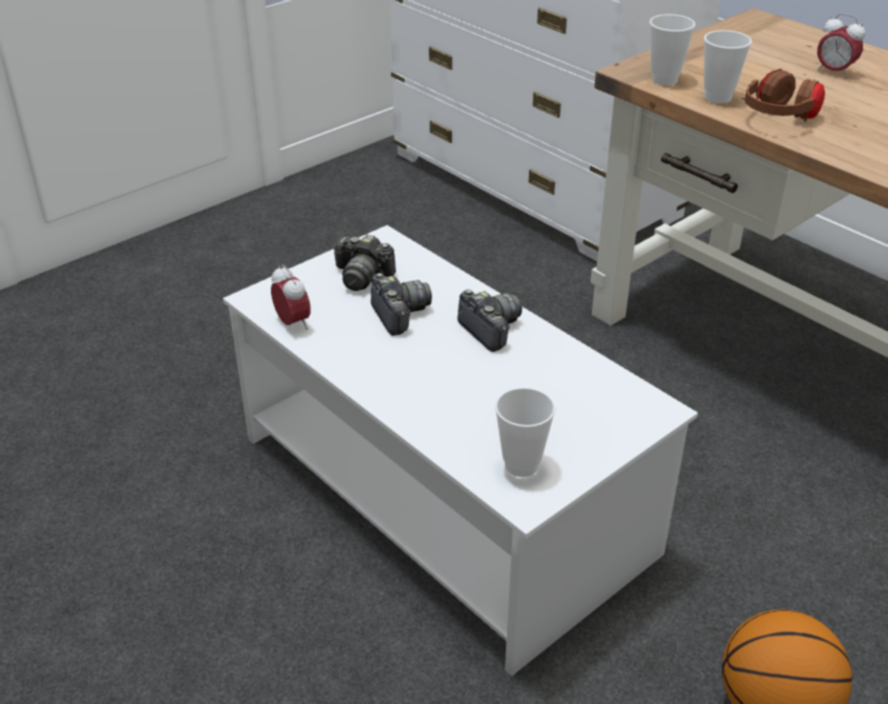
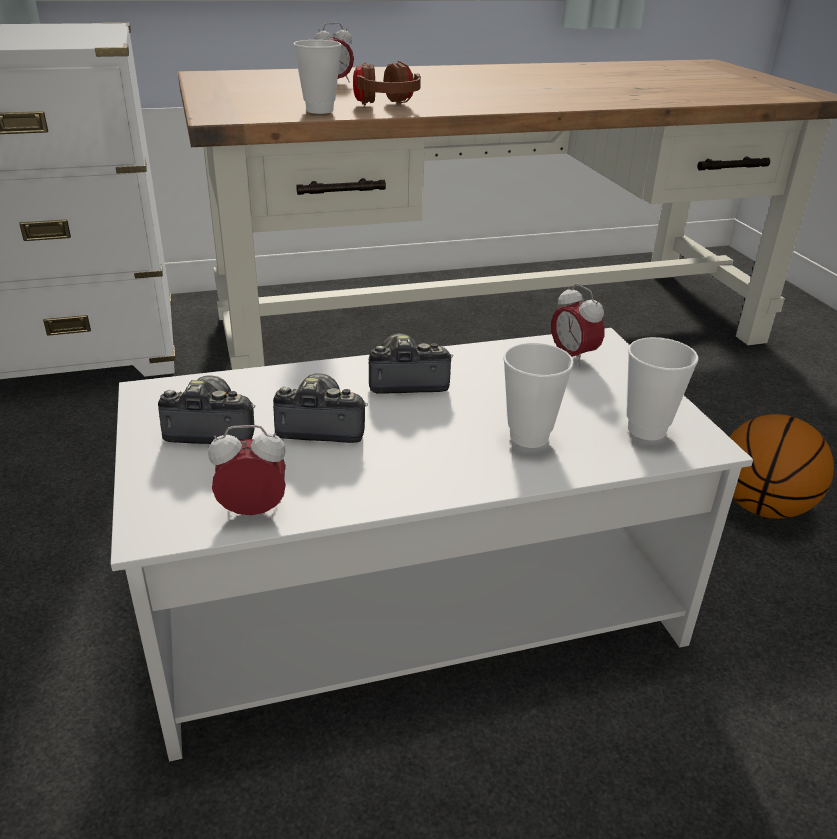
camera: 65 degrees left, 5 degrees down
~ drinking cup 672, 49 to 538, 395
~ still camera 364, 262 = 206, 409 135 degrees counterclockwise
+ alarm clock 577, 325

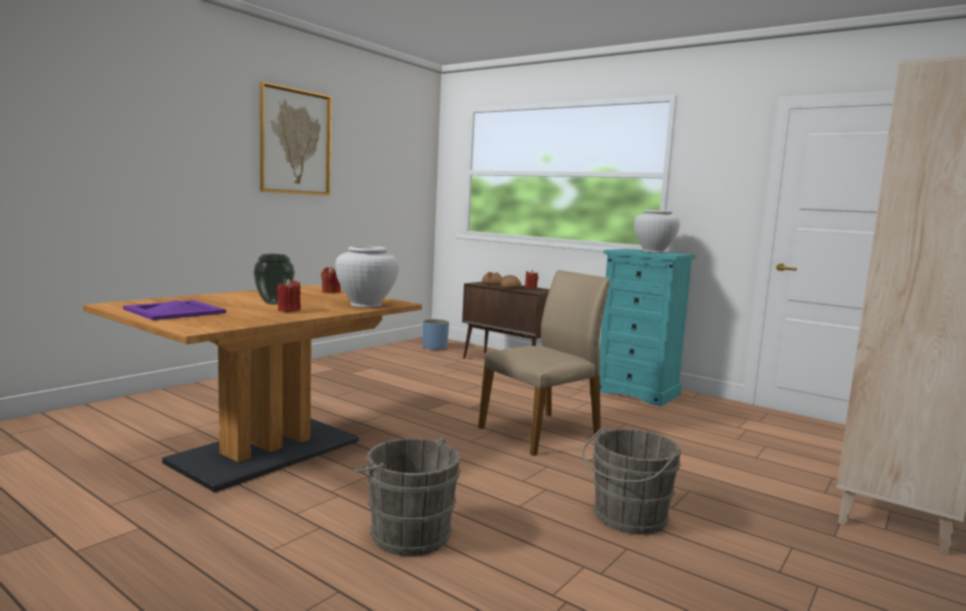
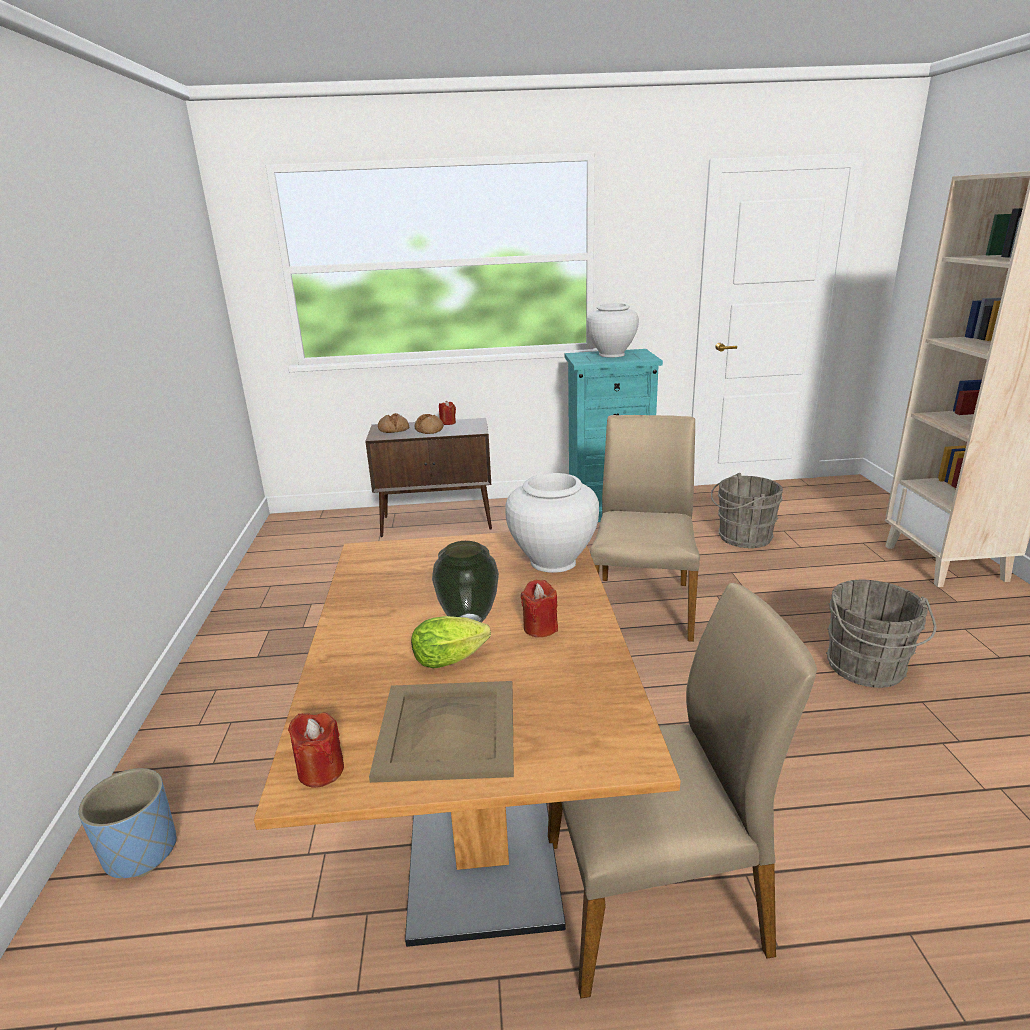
camera: 40 degrees left, 15 degrees up
- wall art 295, 139
~ wax candle in red 331, 279 to 316, 750
~ serving tray in purplish 174, 310 to serving tray in beige 441, 732
~ planter in blue 436, 335 to 127, 823
~ bucket in grey 407, 497 to 747, 510
+ upright chair in beige 682, 791
+ lettuce head 451, 642

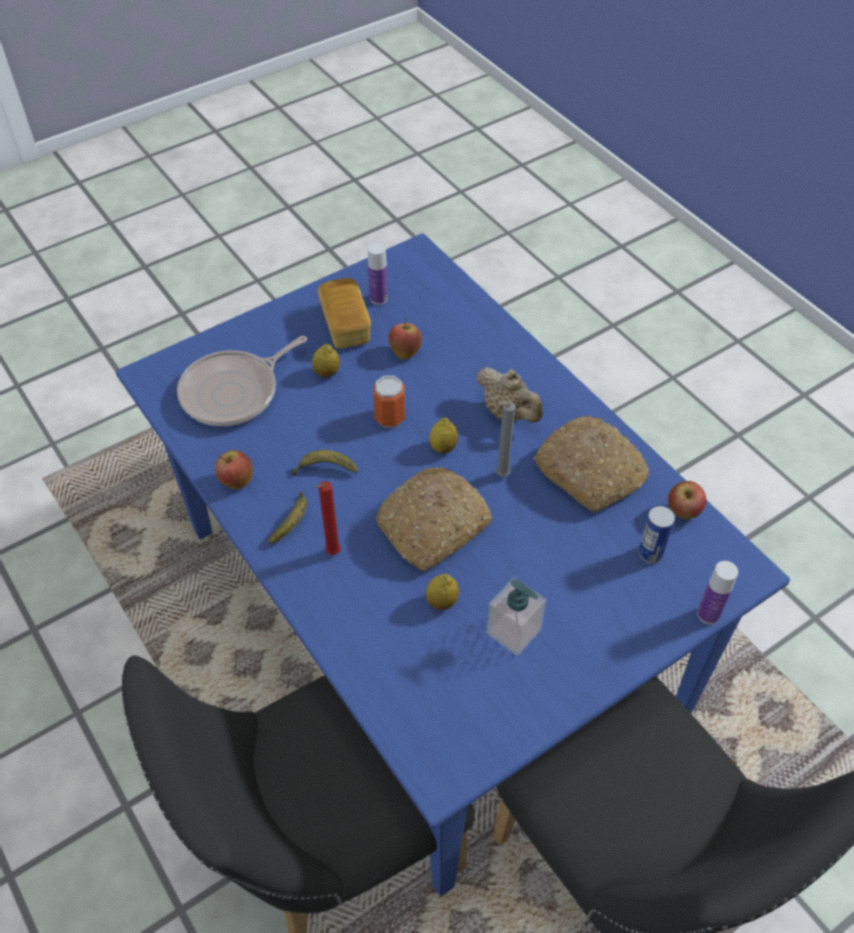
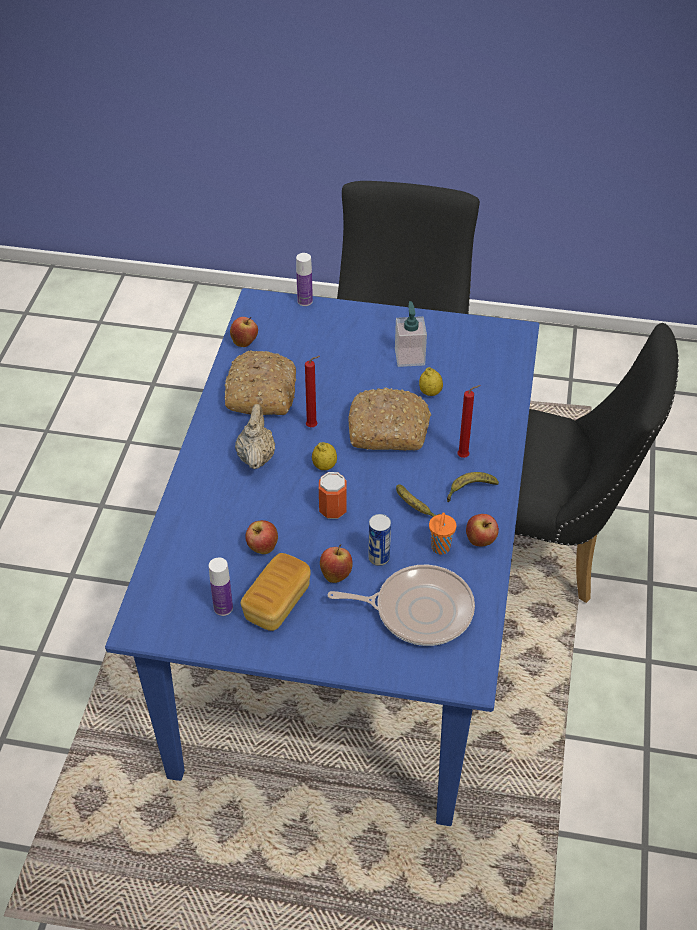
camera: 135 degrees left, 5 degrees down
~ whole lemon 326, 360 to apple 336, 563
~ wax candle in grey 505, 439 to wax candle in red 312, 391
~ sealed can 656, 535 to 379, 540
+ drinking cup in orange-coloured 442, 533

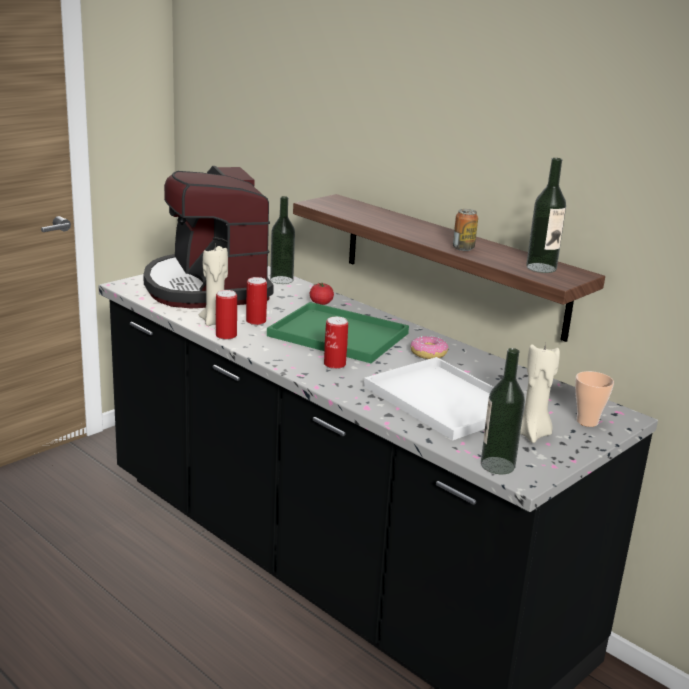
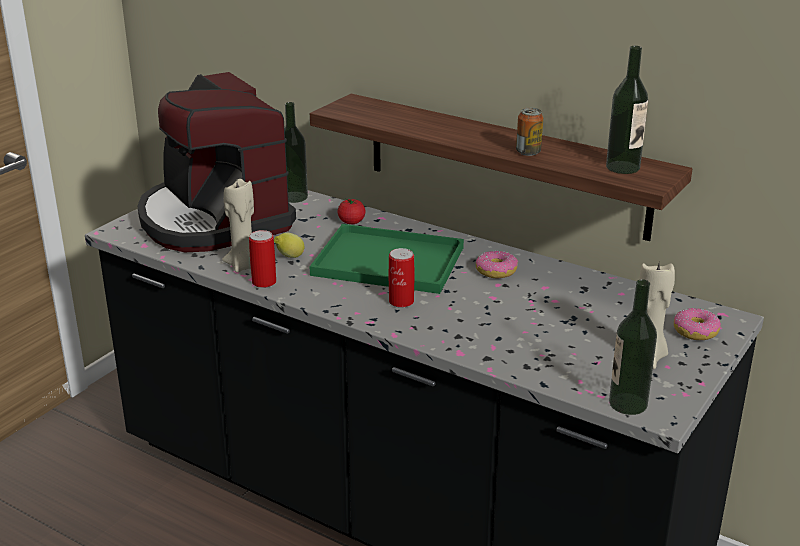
camera: 10 degrees left, 5 degrees up
~ sealed can 256, 301 to whole lemon 289, 245
- serving tray in white-coloured 444, 398
~ drinking cup 594, 399 to donut 697, 324

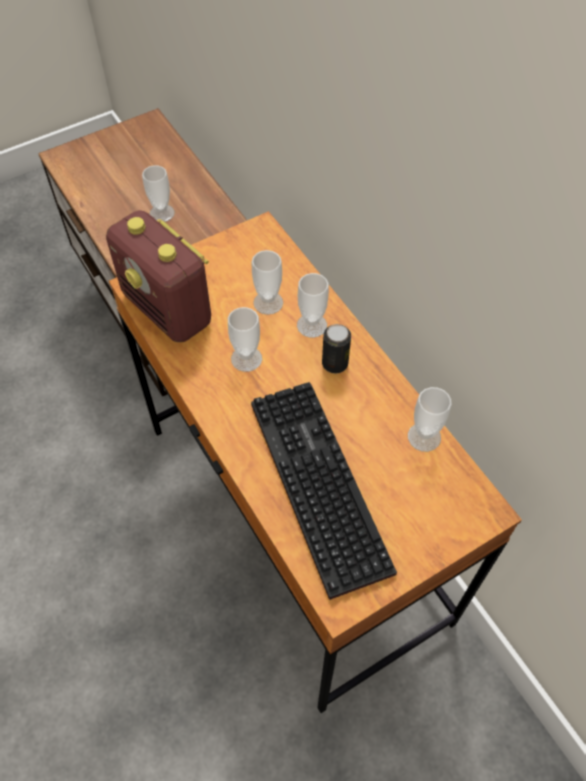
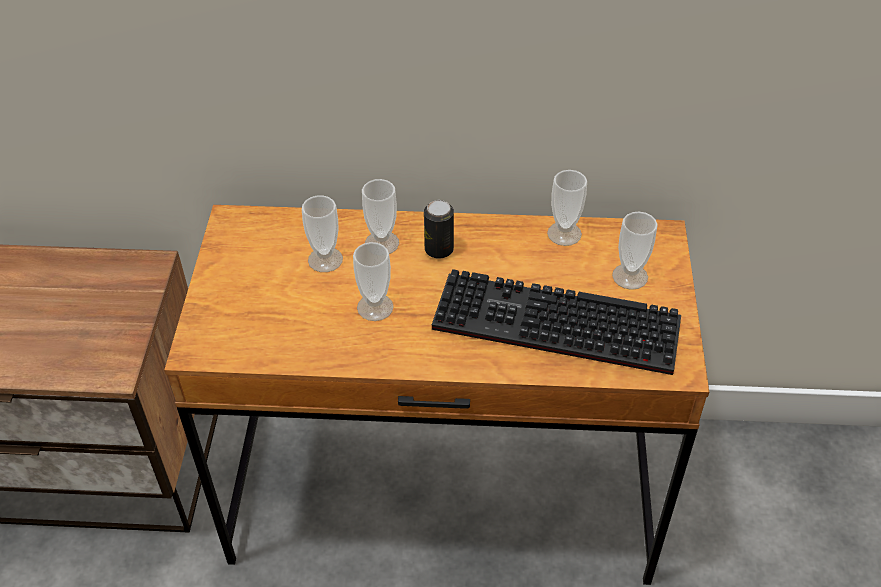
camera: 55 degrees left, 10 degrees down
~ drinking cup 158, 193 to 635, 251
- radio receiver 158, 276

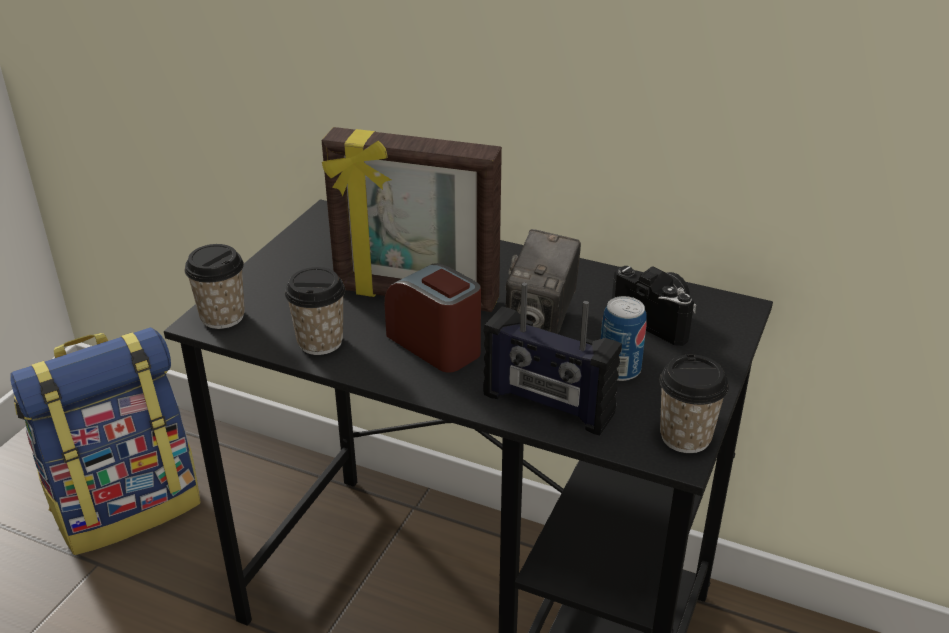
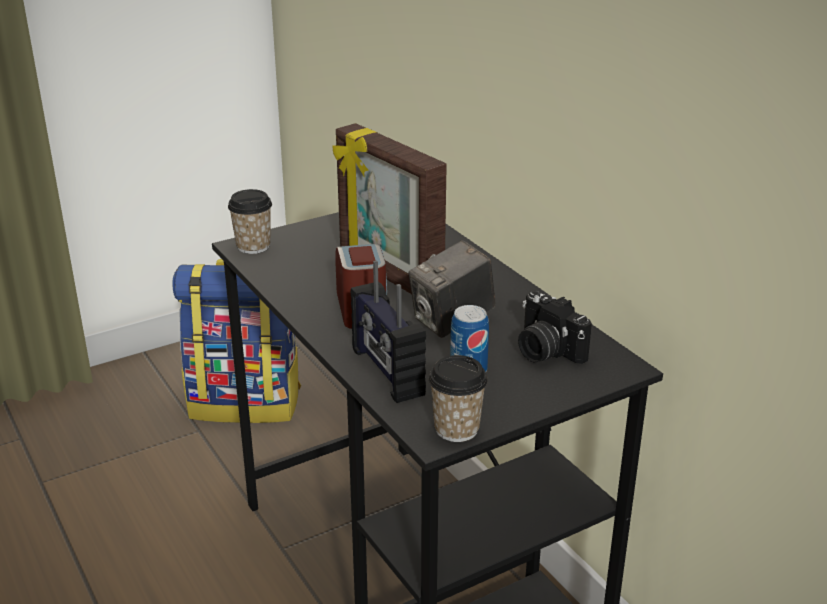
camera: 35 degrees right, 5 degrees down
~ still camera 654, 306 = 555, 327 150 degrees clockwise
- drinking cup 315, 311

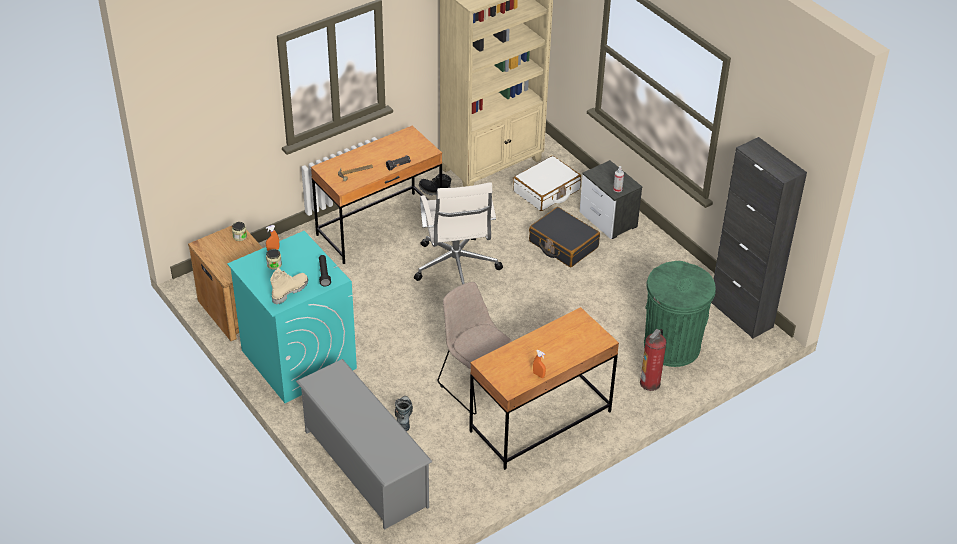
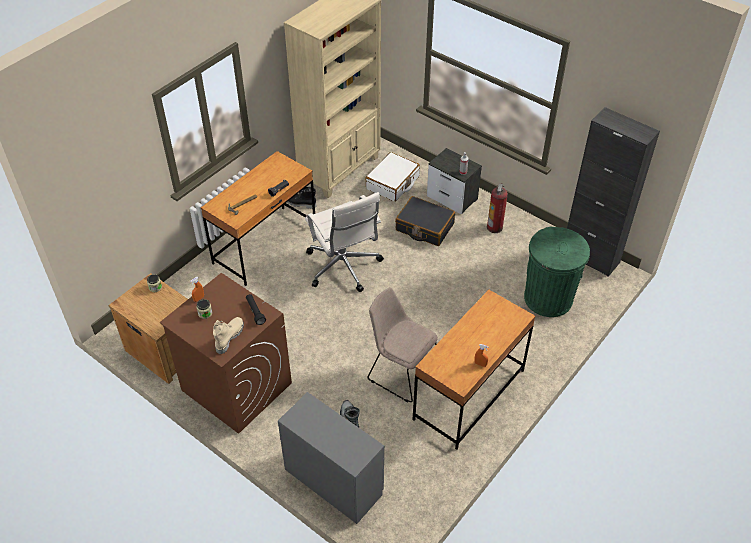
camera: 15 degrees left, 5 degrees up
~ laundry machine in turquoise-coloured 292, 317 to laundry machine in brownish 226, 353
~ extinguisher 653, 360 to 497, 208
~ shoe stand in grey 364, 444 to chest of drawers in grey 331, 458

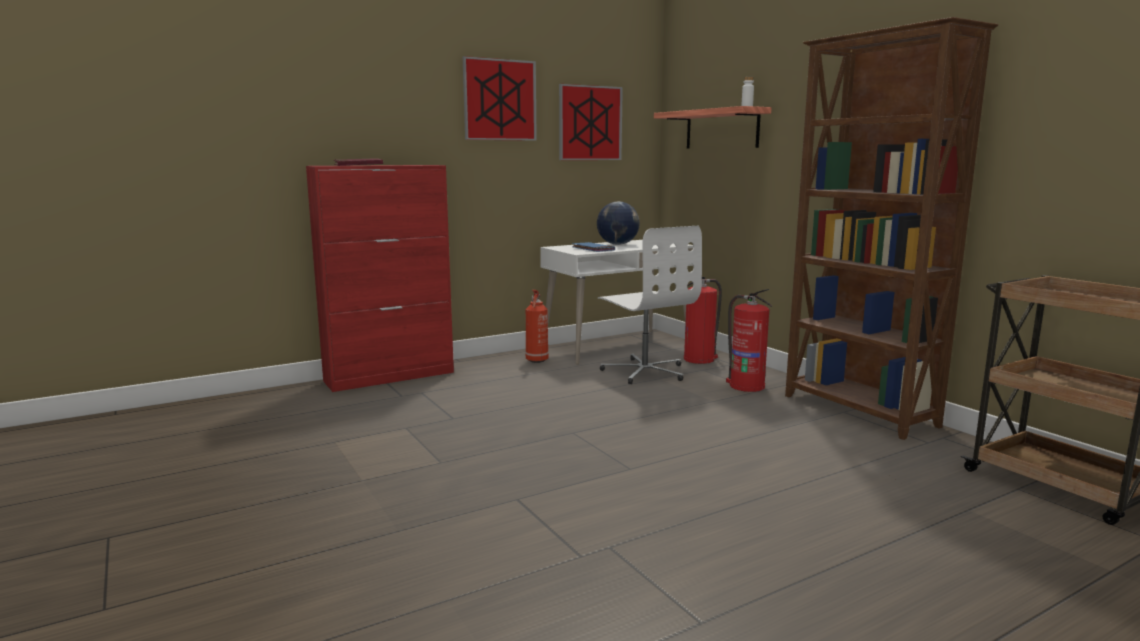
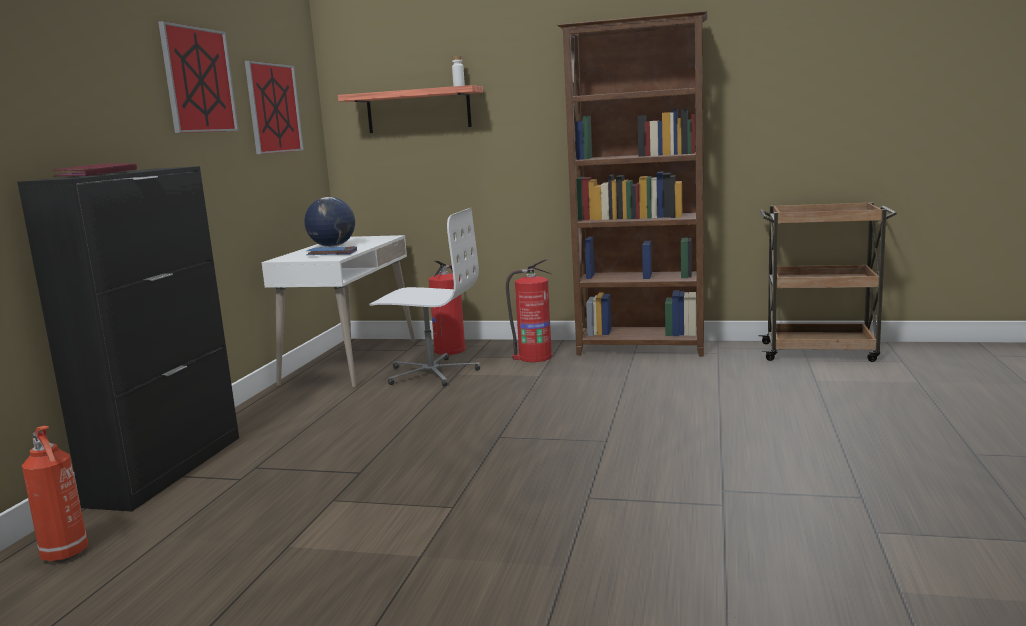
camera: 45 degrees left, 0 degrees up
~ cupboard in red 380, 278 to cupboard in blackish 128, 339
~ extinguisher 537, 326 to 55, 494

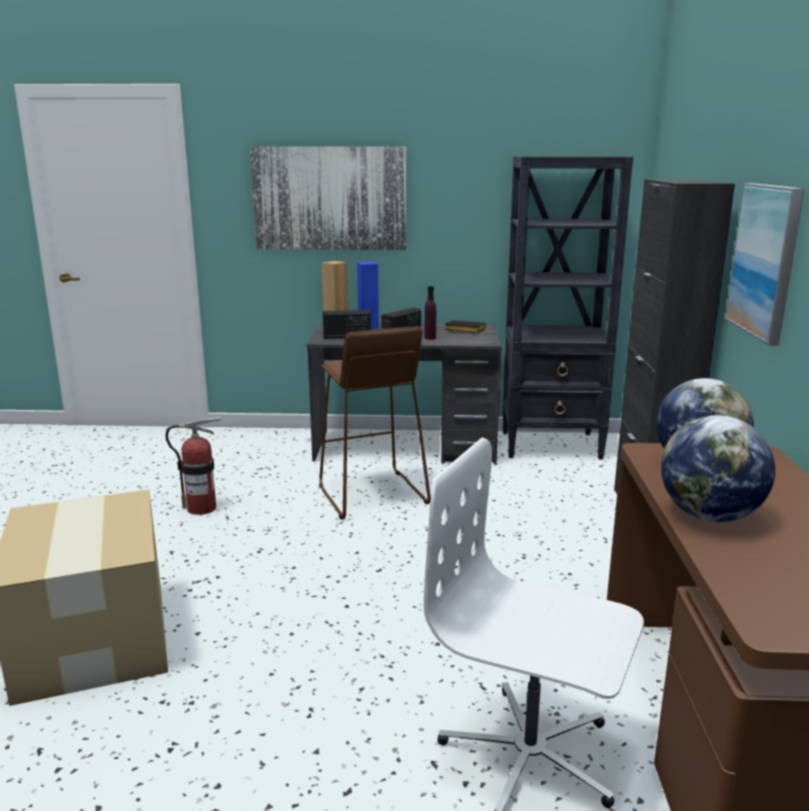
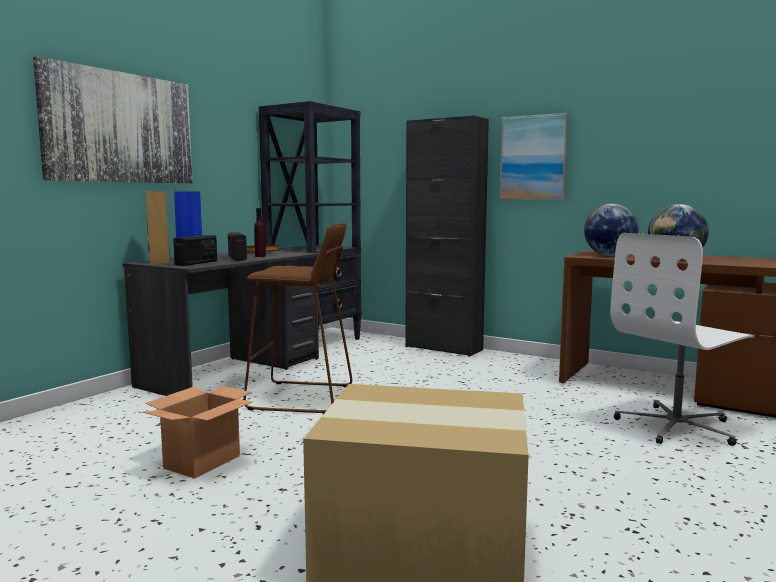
camera: 60 degrees left, 10 degrees down
~ extinguisher 193, 466 to packing box 197, 432

